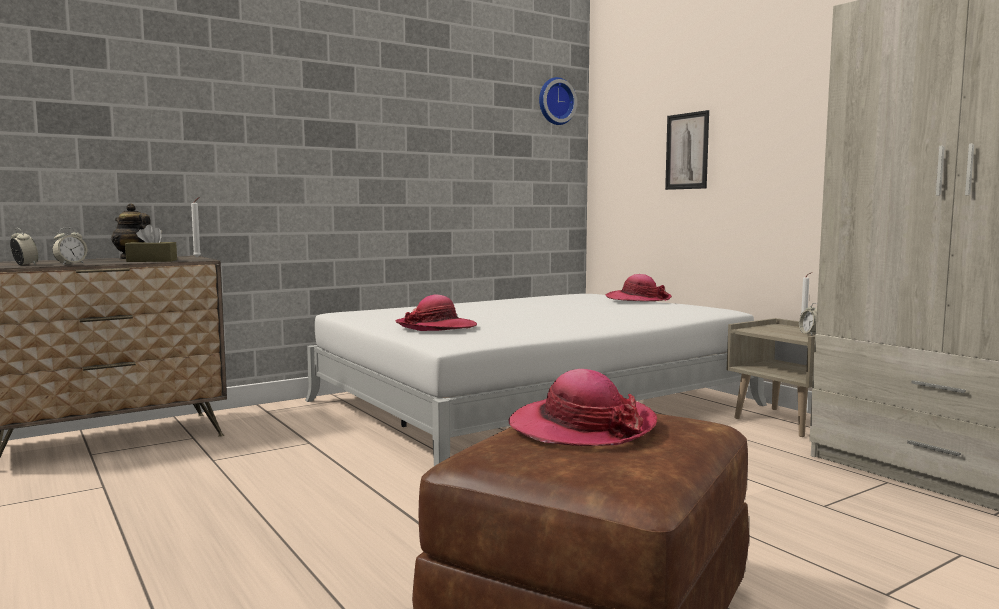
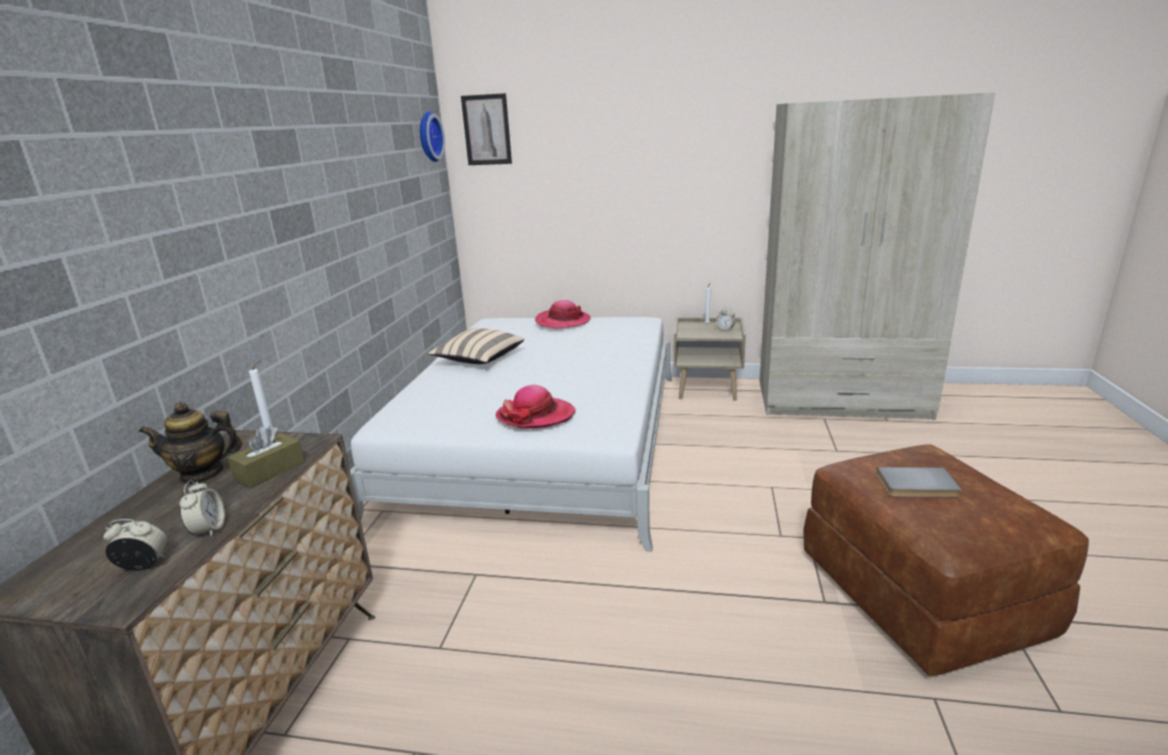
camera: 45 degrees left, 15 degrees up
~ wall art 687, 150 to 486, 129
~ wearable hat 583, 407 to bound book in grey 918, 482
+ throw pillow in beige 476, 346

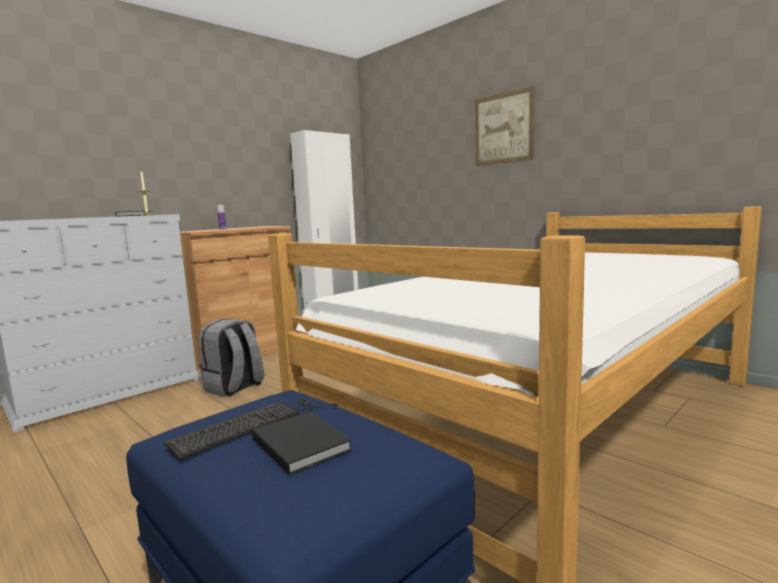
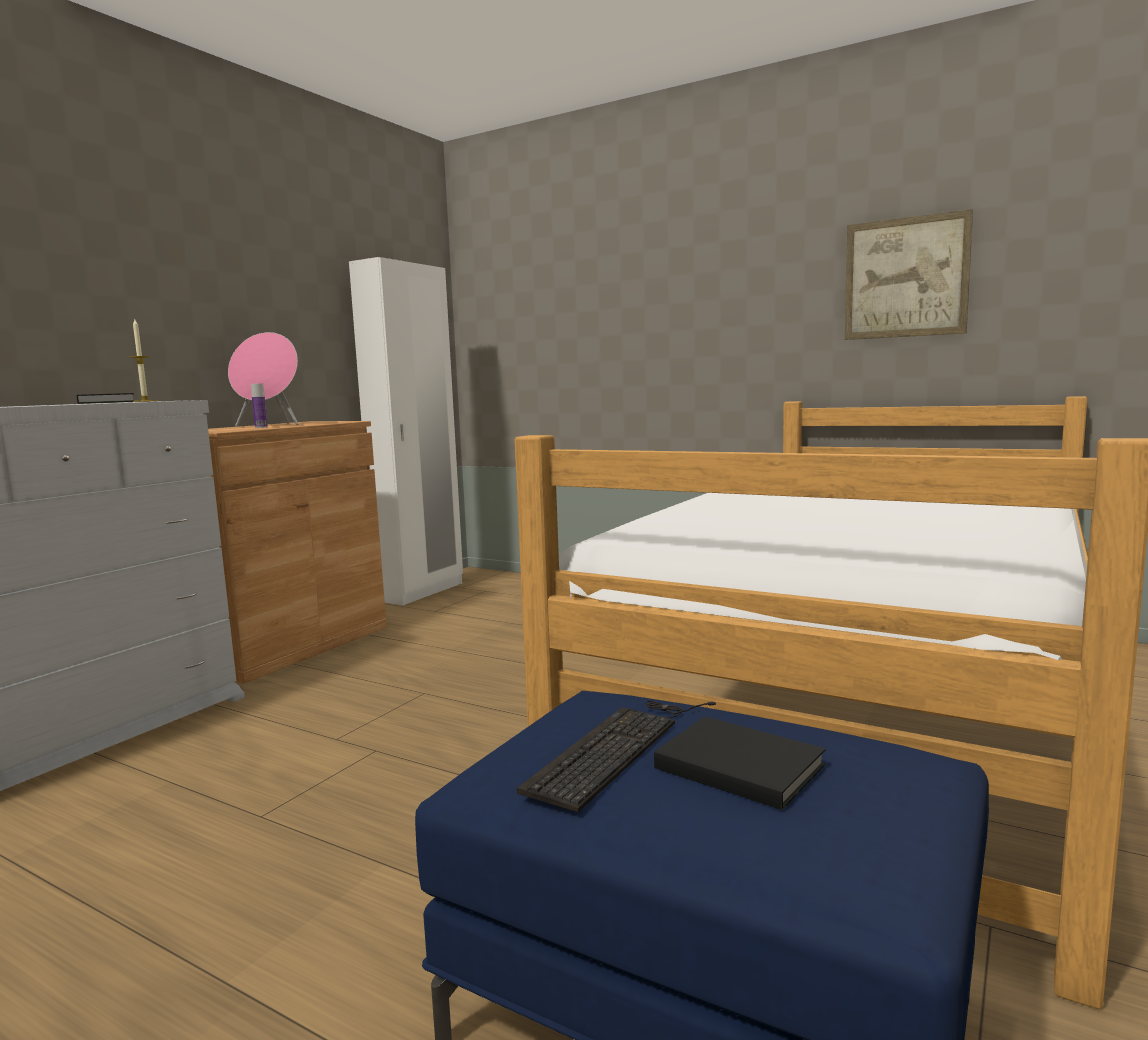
camera: 15 degrees left, 0 degrees up
~ wall art 505, 126 to 908, 274
- knapsack in grey 231, 357
+ audio speaker in pink 263, 379

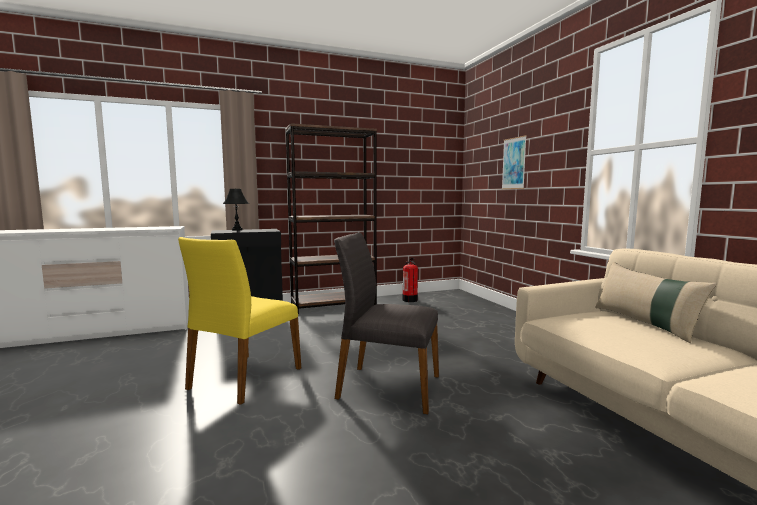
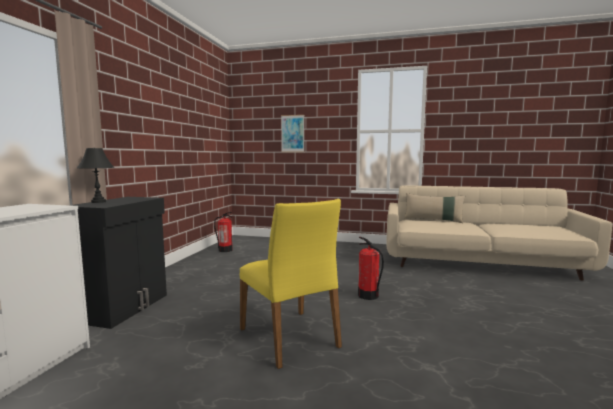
camera: 55 degrees left, 0 degrees up
- bookshelf in brownish 331, 218
~ upright chair in grey 386, 323 to extinguisher 371, 268

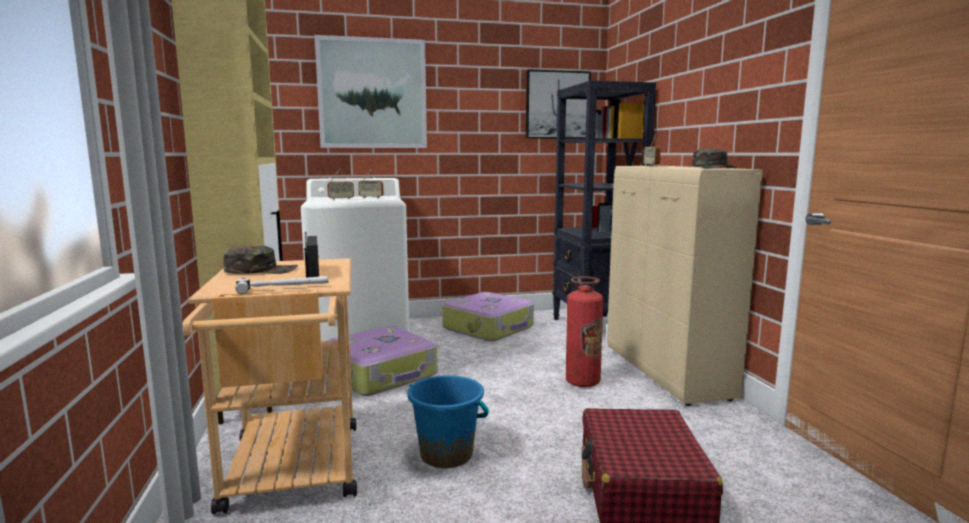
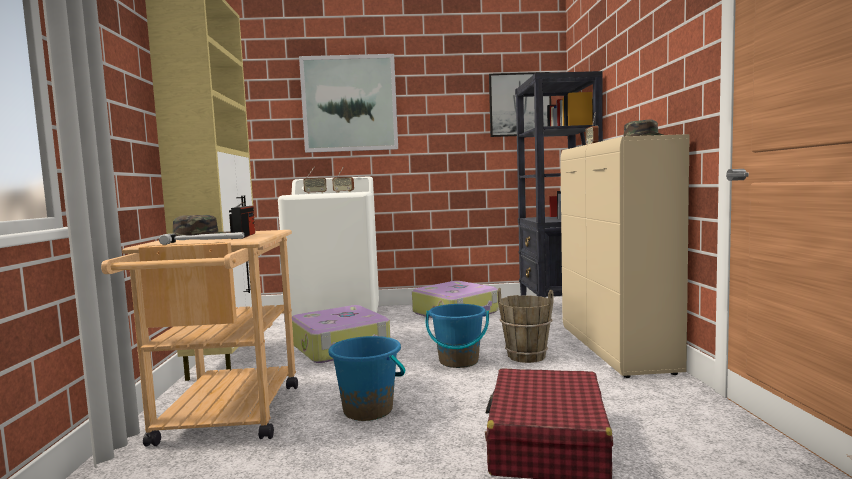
camera: 10 degrees right, 5 degrees down
~ extinguisher 584, 331 to bucket in brownish 525, 325
+ bucket in blue 457, 336

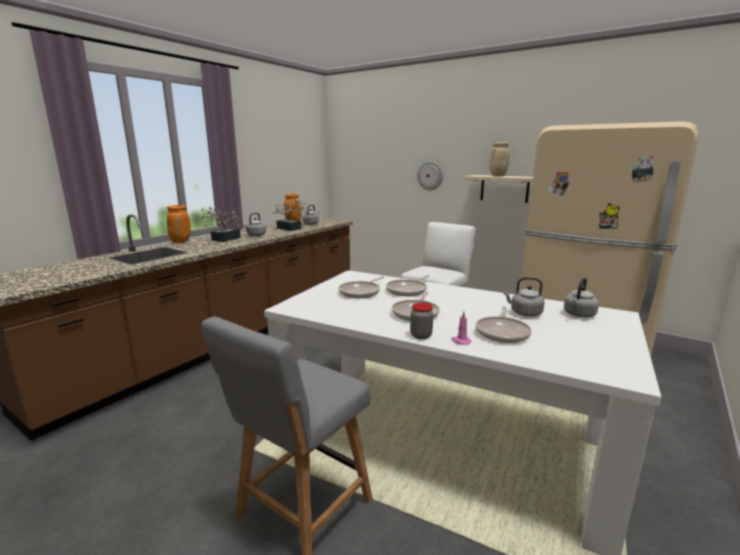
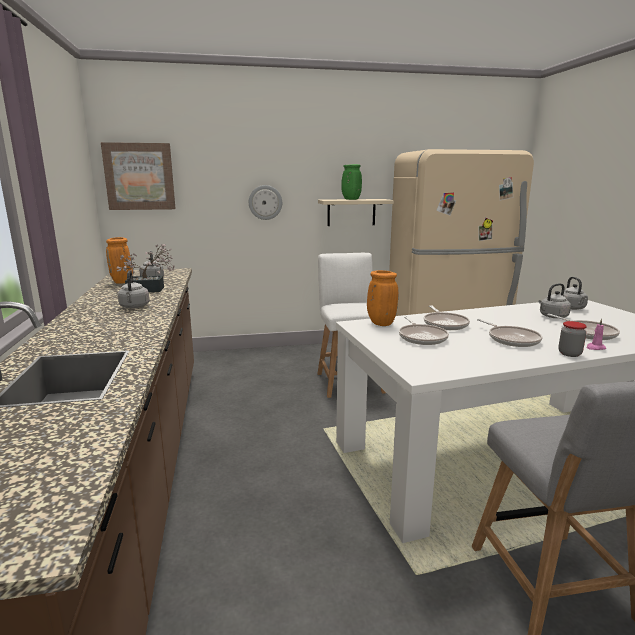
camera: 45 degrees left, 0 degrees up
~ vase in beige 499, 159 to vase in greenish 351, 182
~ vase in orange-coloured 179, 224 to 383, 298
- plant in a pot 221, 224
+ wall art 138, 176

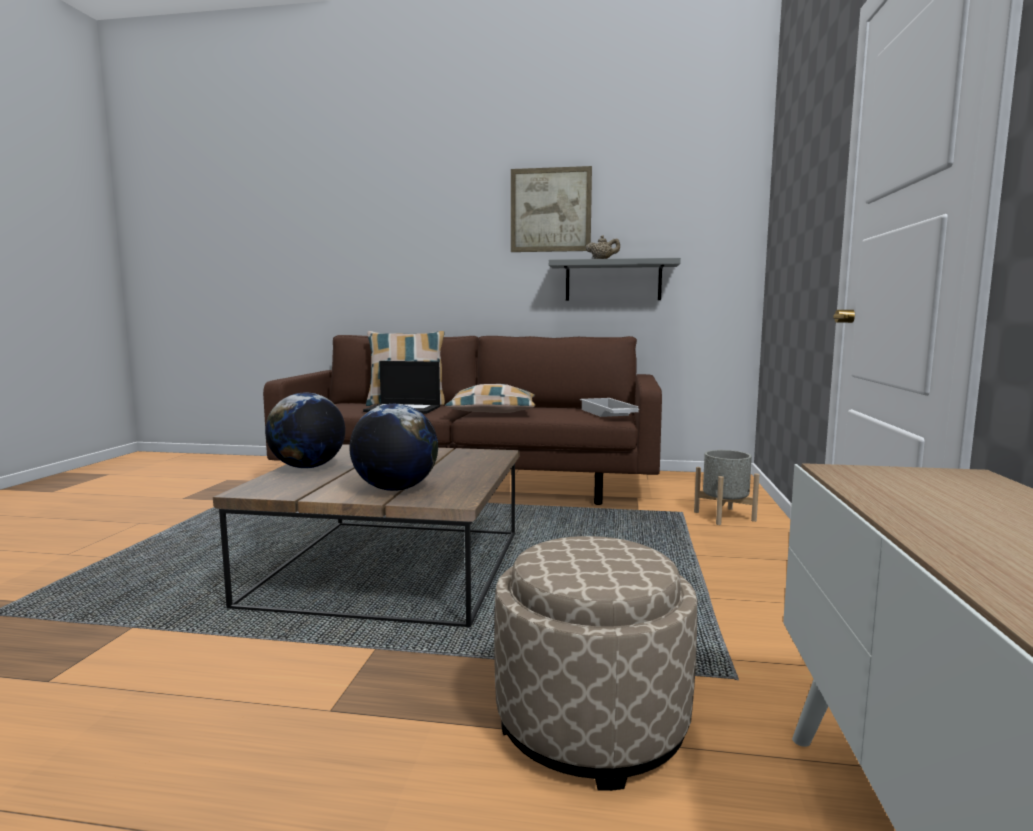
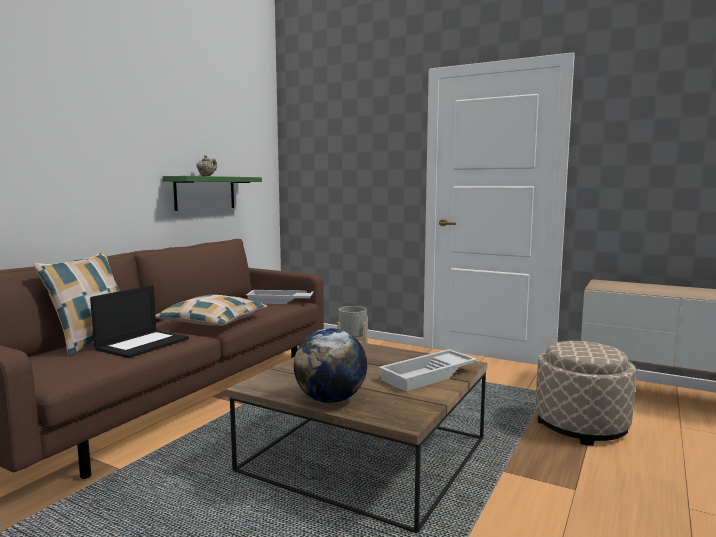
camera: 70 degrees left, 0 degrees up
- wall art 551, 209
~ wall shelf in grey 615, 279 to wall shelf in greenish 212, 193
~ globe 394, 447 to serving tray in white-coloured 428, 370

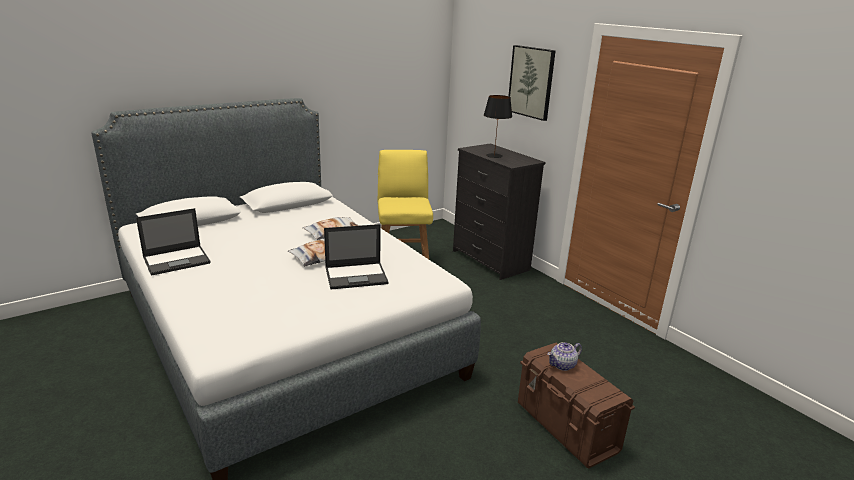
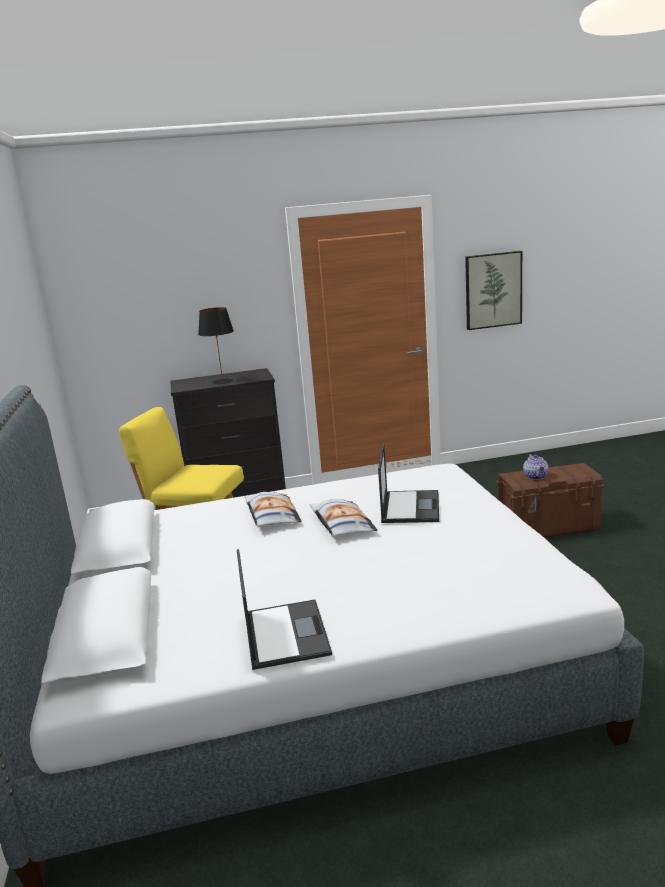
camera: 65 degrees left, 5 degrees down
~ wall art 532, 83 to 493, 290

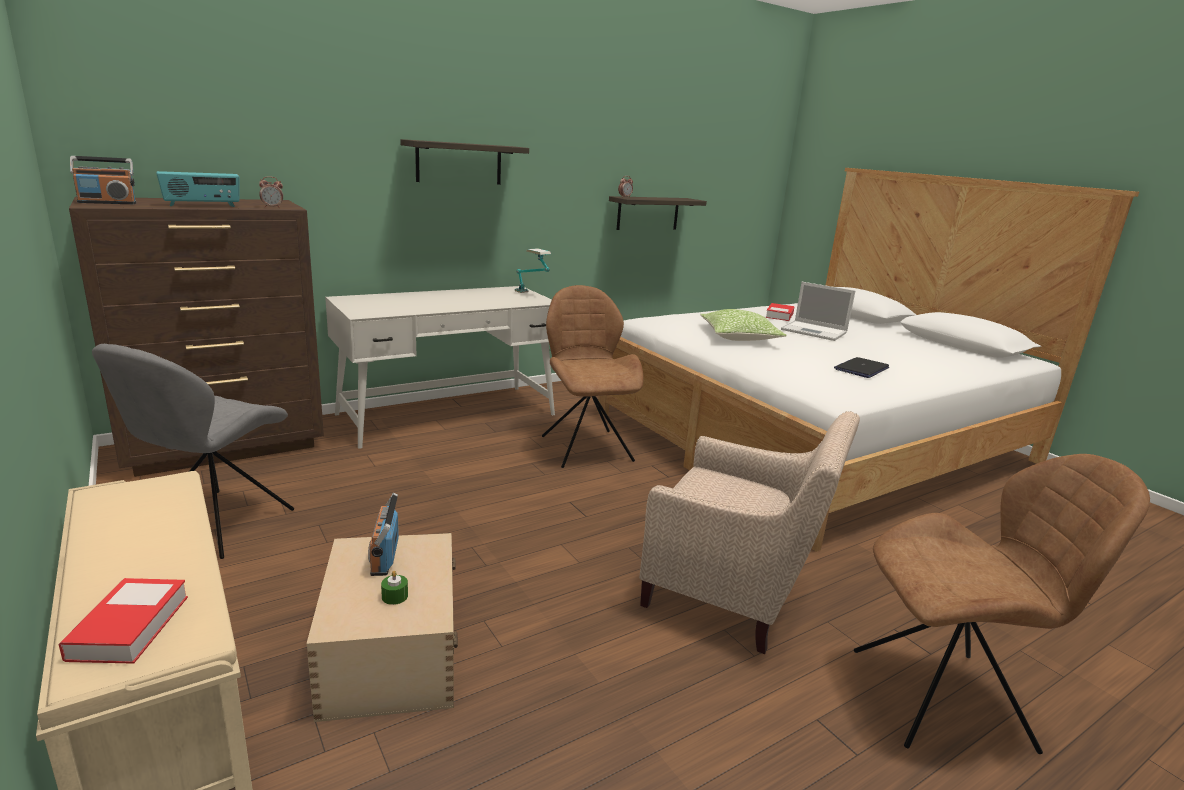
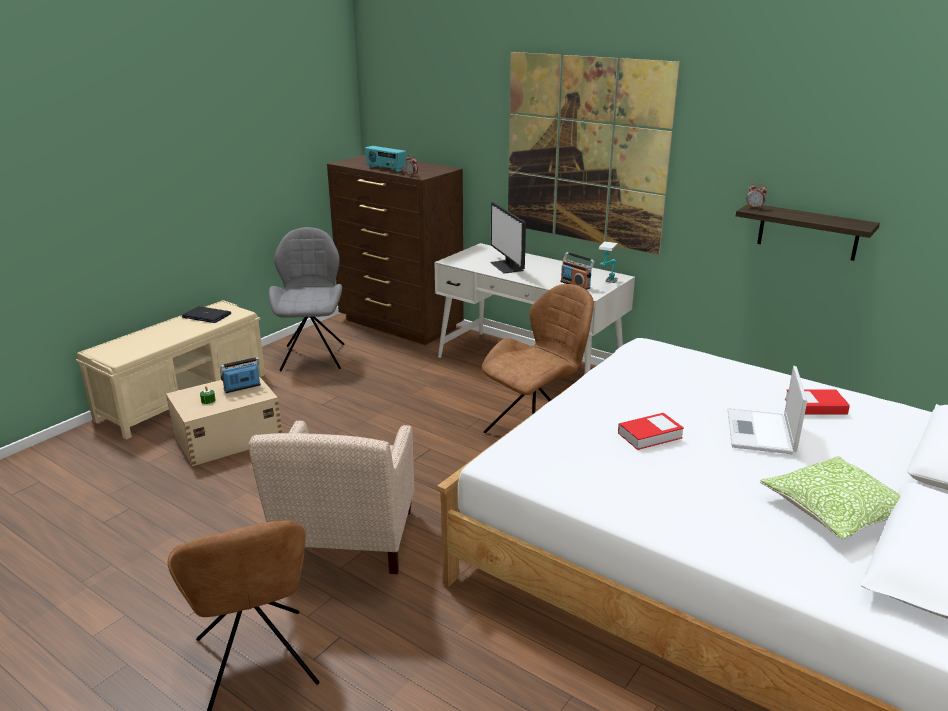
camera: 70 degrees right, 5 degrees up
~ wall shelf 464, 162 to wall art 594, 153
~ radio receiver 103, 180 to 578, 271
~ throw pillow 743, 325 to 830, 498
~ upright chair in grey 193, 451 = 306, 299 90 degrees clockwise
~ notebook computer 861, 367 to 206, 314
~ bound book 123, 621 to 651, 431
+ monitor 508, 238

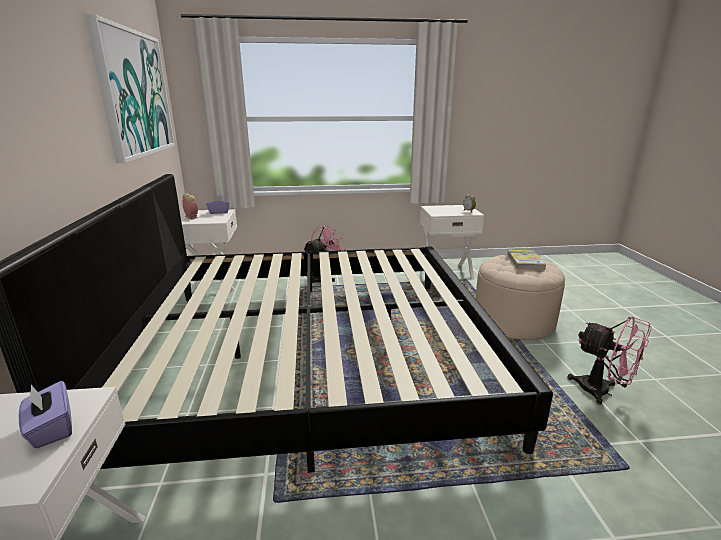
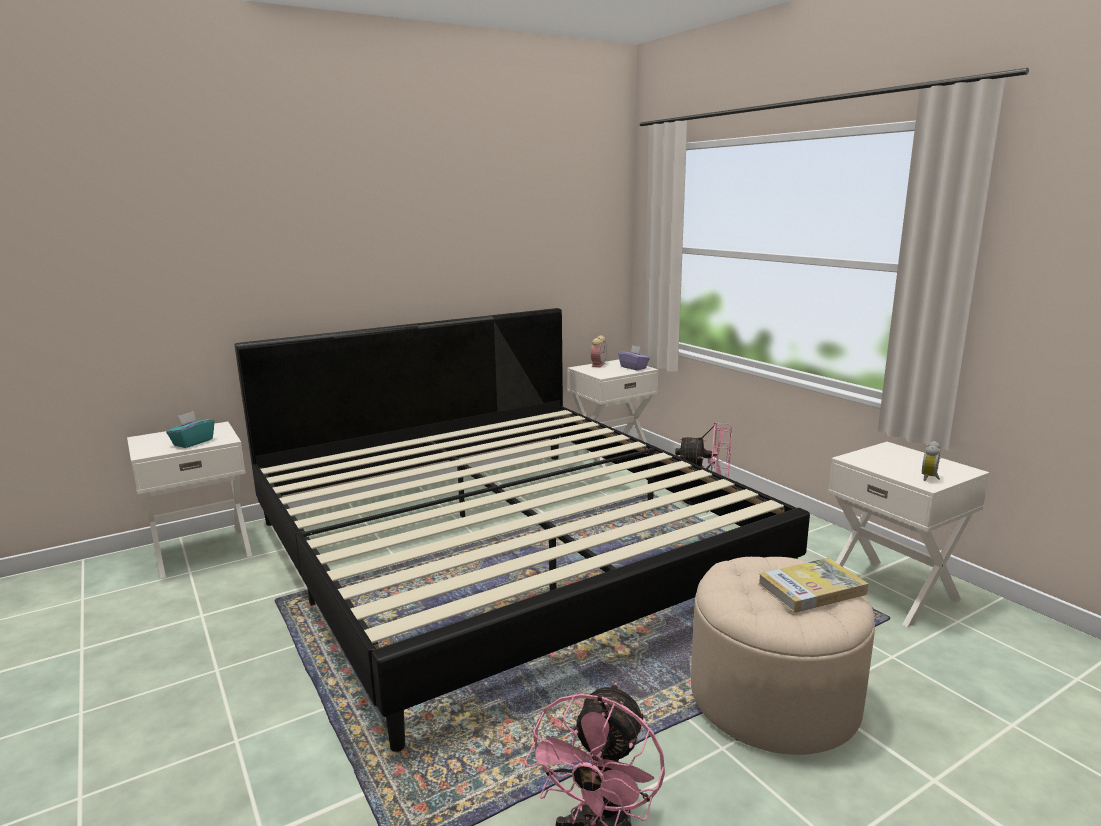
camera: 65 degrees right, 5 degrees down
- wall art 129, 88
~ box of tissues in purplish 45, 415 to box of tissues in turquoise-coloured 190, 429

